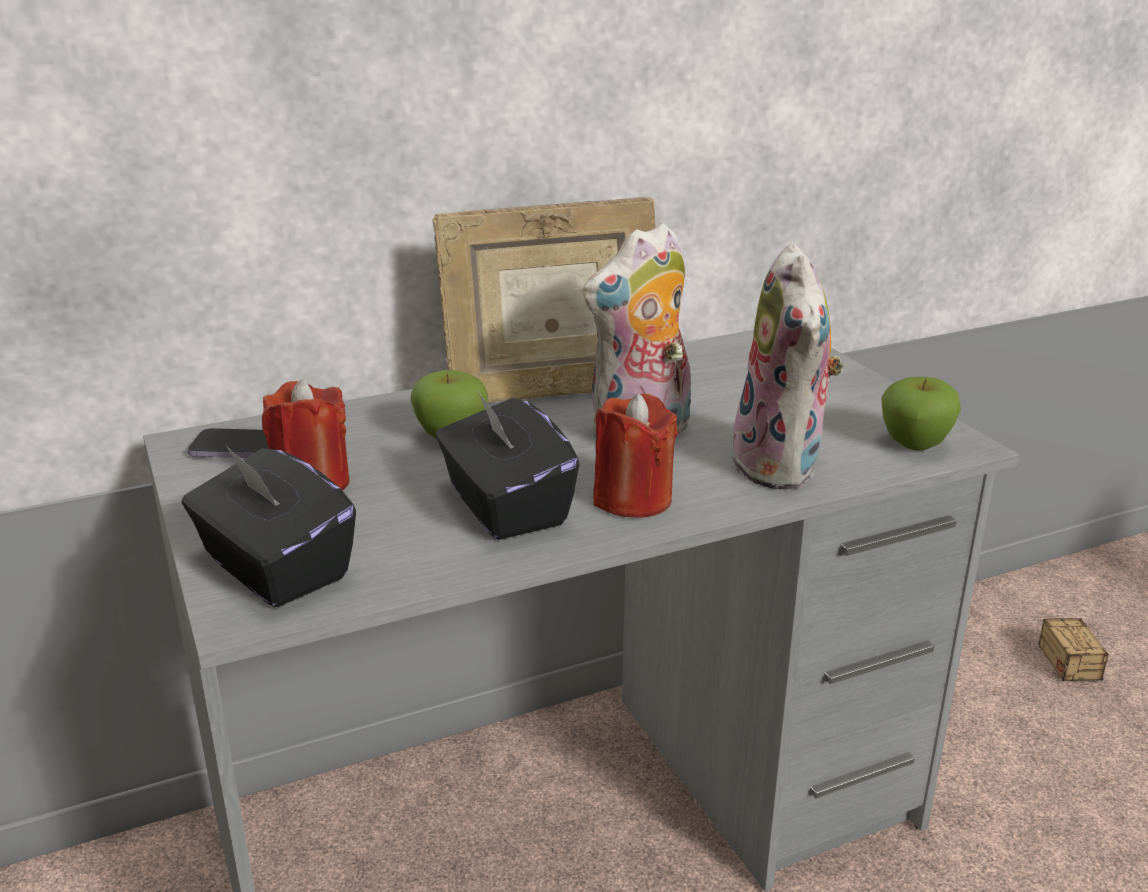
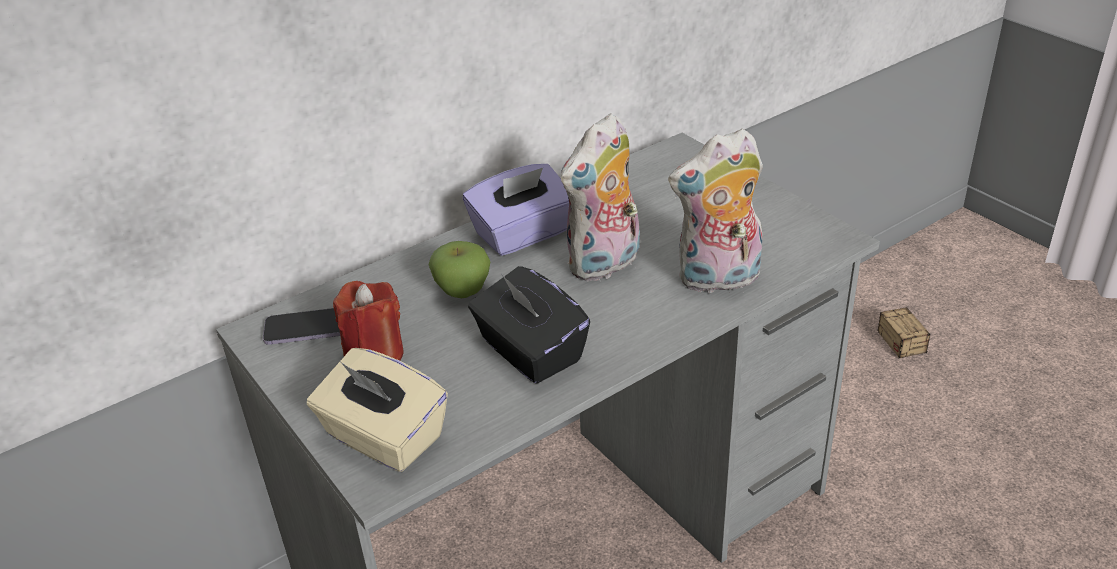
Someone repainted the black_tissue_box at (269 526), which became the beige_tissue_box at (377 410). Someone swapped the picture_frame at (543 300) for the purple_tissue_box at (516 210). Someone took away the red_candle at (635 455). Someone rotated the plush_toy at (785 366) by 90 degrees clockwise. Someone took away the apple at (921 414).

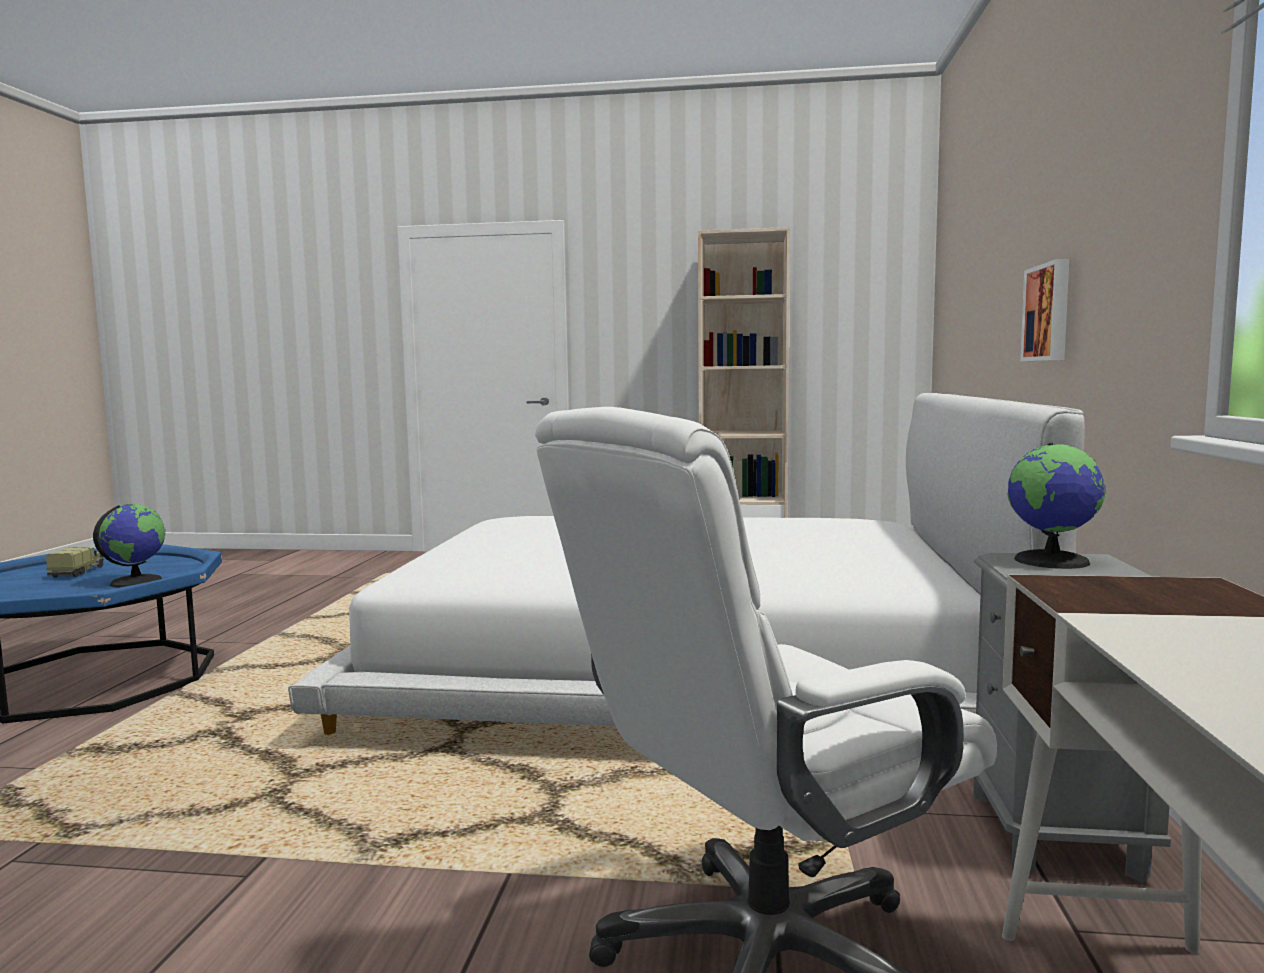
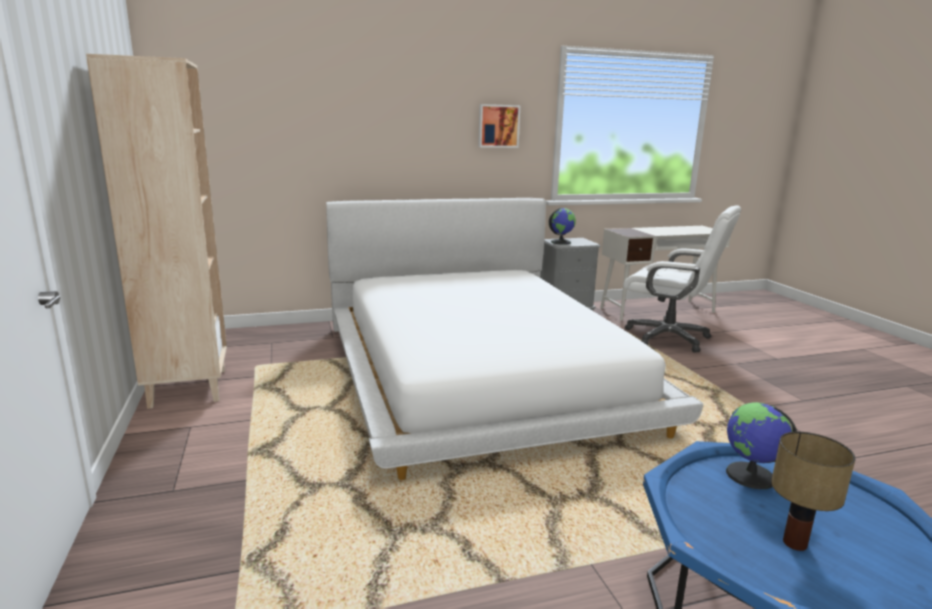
Someone swapped the toy_truck at (75 562) for the table_lamp at (813 491). Someone carried the picture from (1044 310) to (499 126).

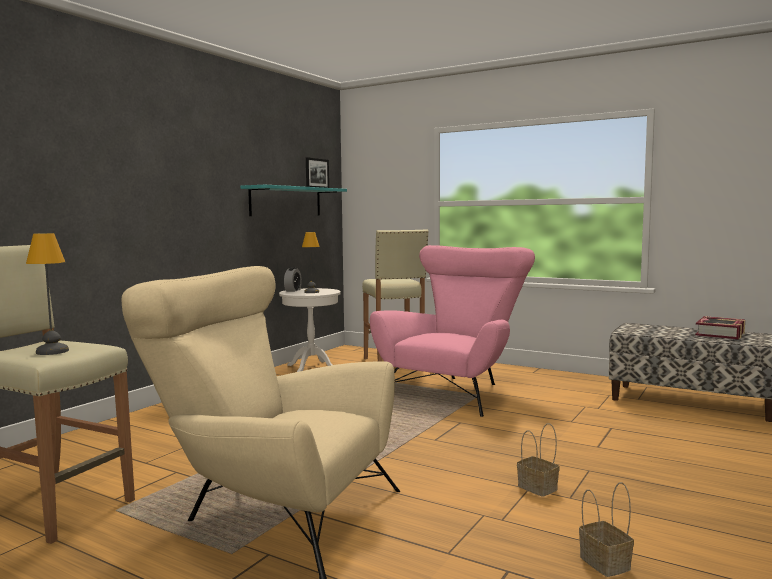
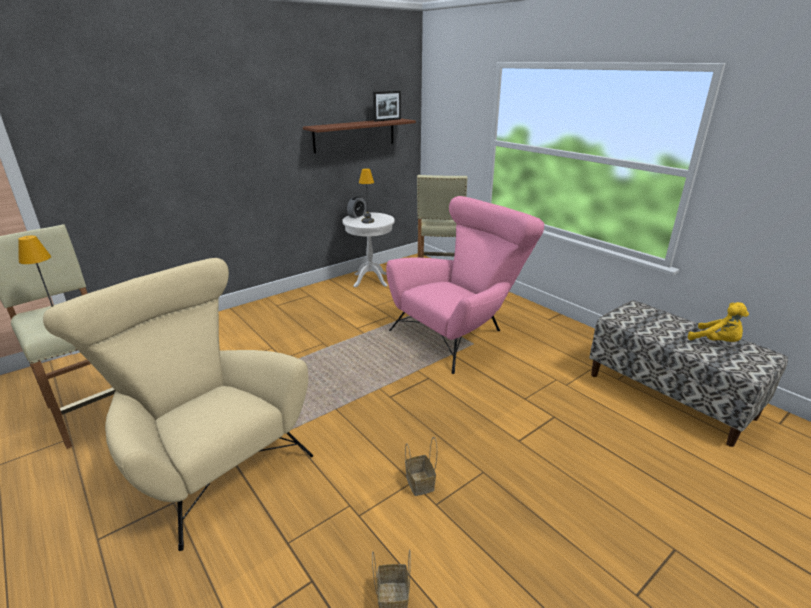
Someone repainted the turquoise_shelf at (293 200), which became the brown_shelf at (359 135). Someone swapped the book at (720 327) for the yellow_plush_toy at (718 322).

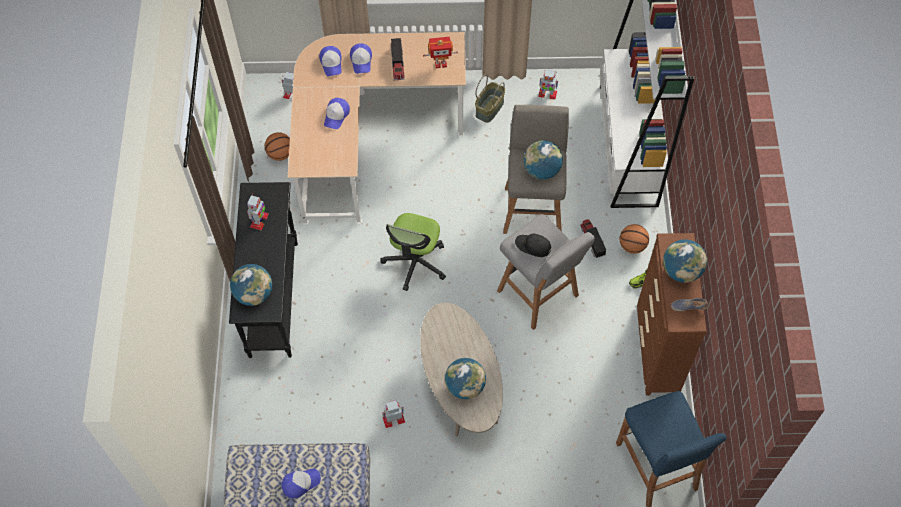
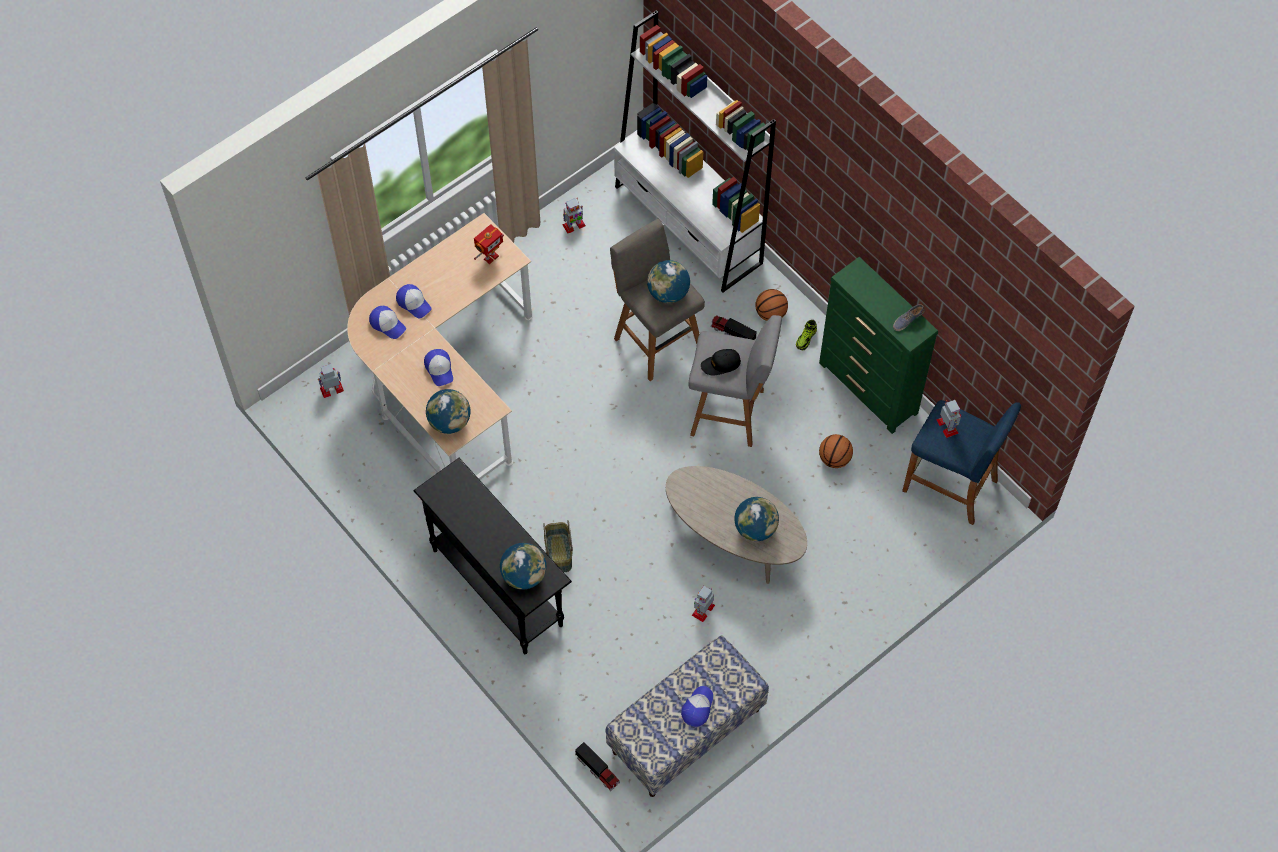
Someone carried the toy_robot from (258 211) to (948 419). Someone carried the basketball from (277 146) to (836 451). Someone took away the office_chair at (413 252). Someone carried the toy_truck from (398 59) to (597 766). Someone carried the basket from (490 98) to (558 546). Someone repainted the brown_dresser at (672 314), which became the green_dresser at (878 345). Someone carried the globe from (685 261) to (448 411).

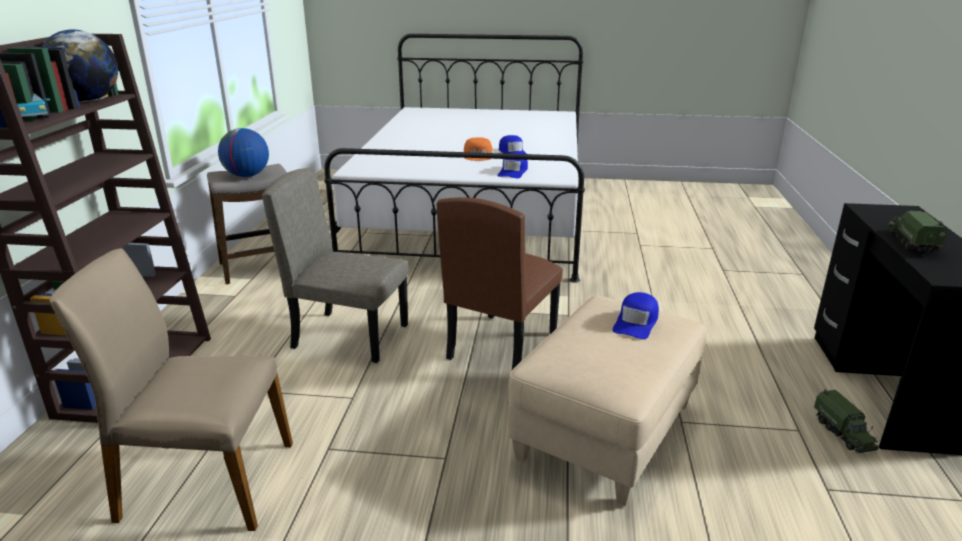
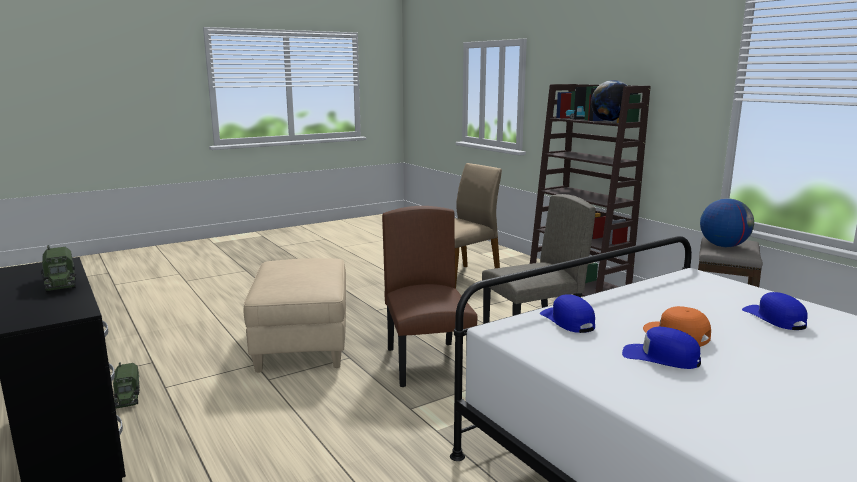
Someone carried the blue_cap from (636 315) to (775 311). Someone rotated the toy_truck at (846 421) by 150 degrees counterclockwise.

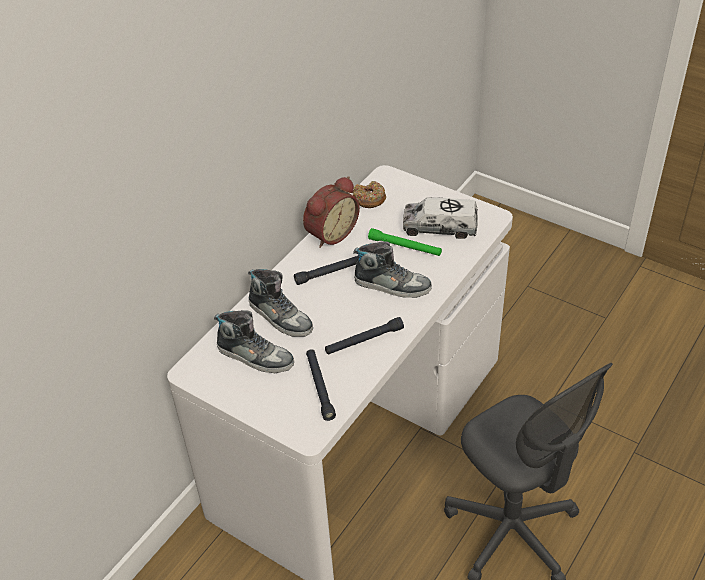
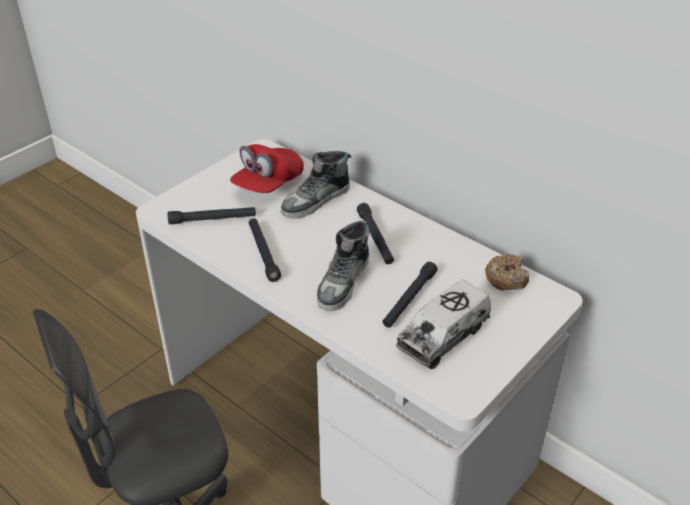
Someone swapped the shoe at (254 341) for the red_cap at (267 168). Someone took away the alarm_clock at (331 212). Someone repainted the green_flashlight at (405 242), which became the black_flashlight at (410 295). Someone rotated the toy_truck at (440 218) by 150 degrees counterclockwise.

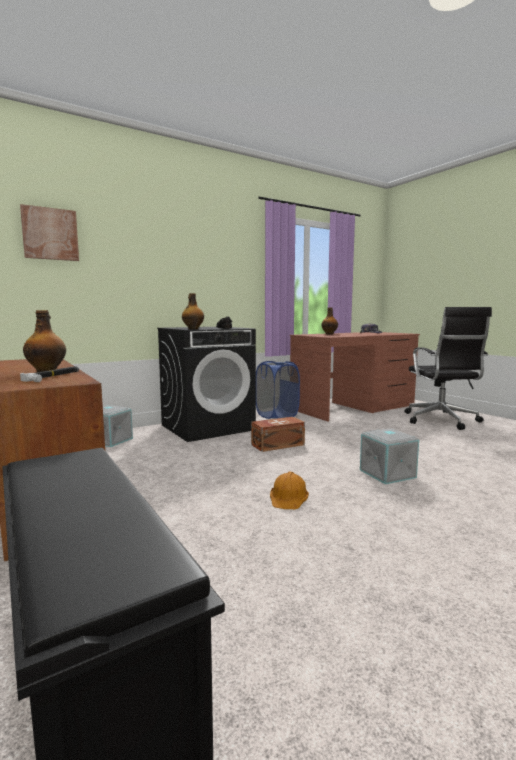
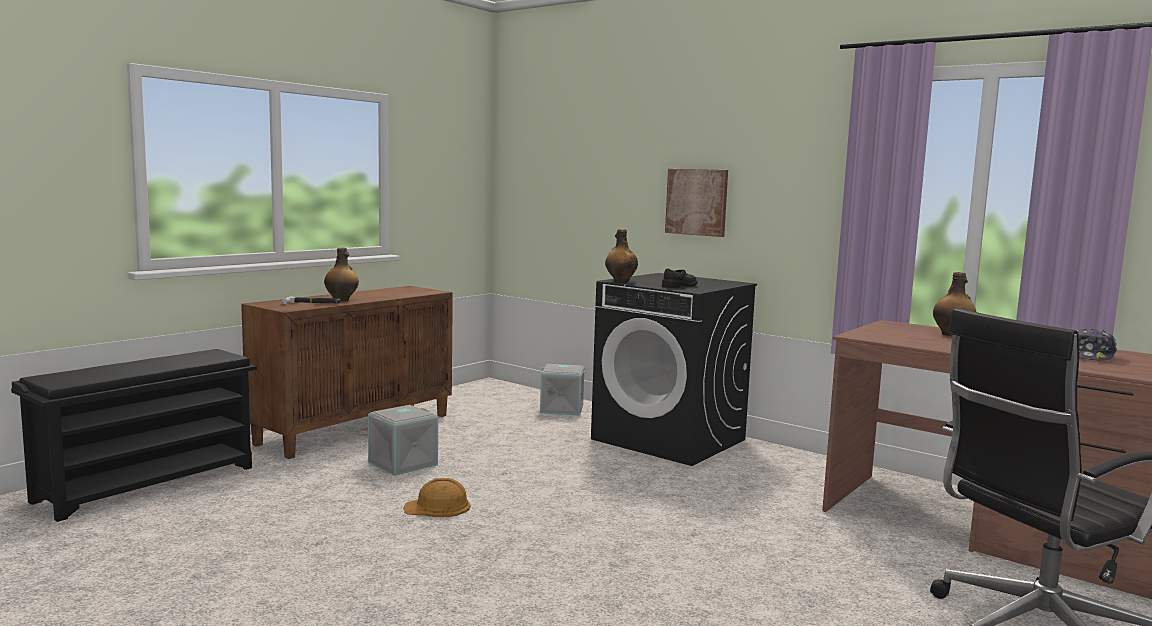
Someone carried the picture from (49 232) to (696 203). Someone took away the brown_storage_box at (278 434). Someone took away the blue_laundry_basket at (278 390). Someone carried the grey_storage_box from (389 456) to (403 440).

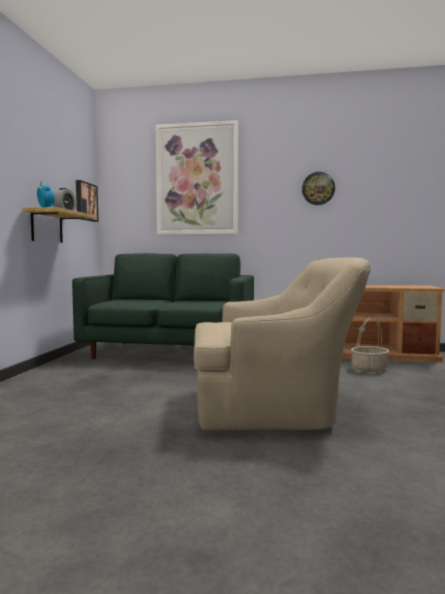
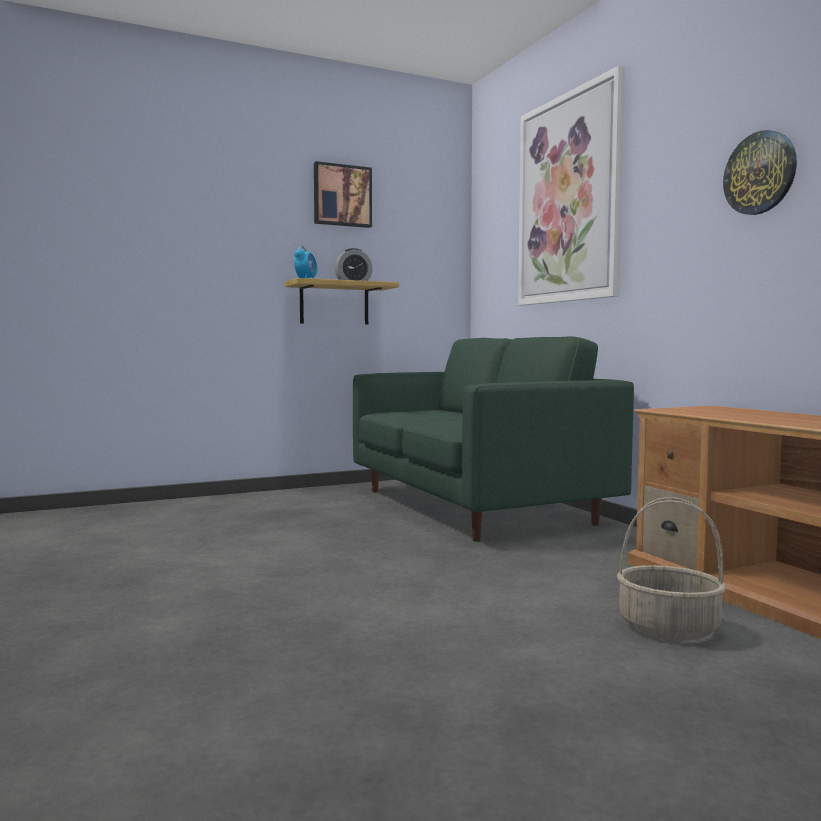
Someone carried the picture from (87 201) to (343 194). Someone took away the beige_armchair at (282 343).

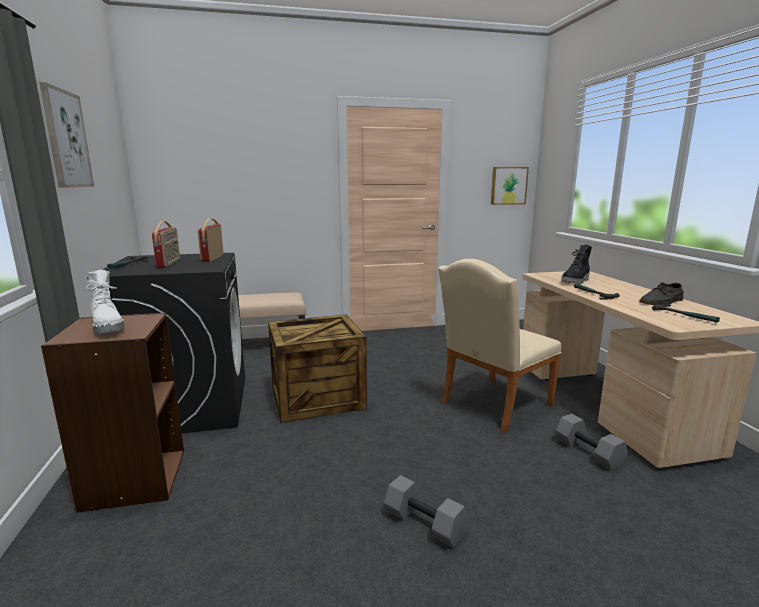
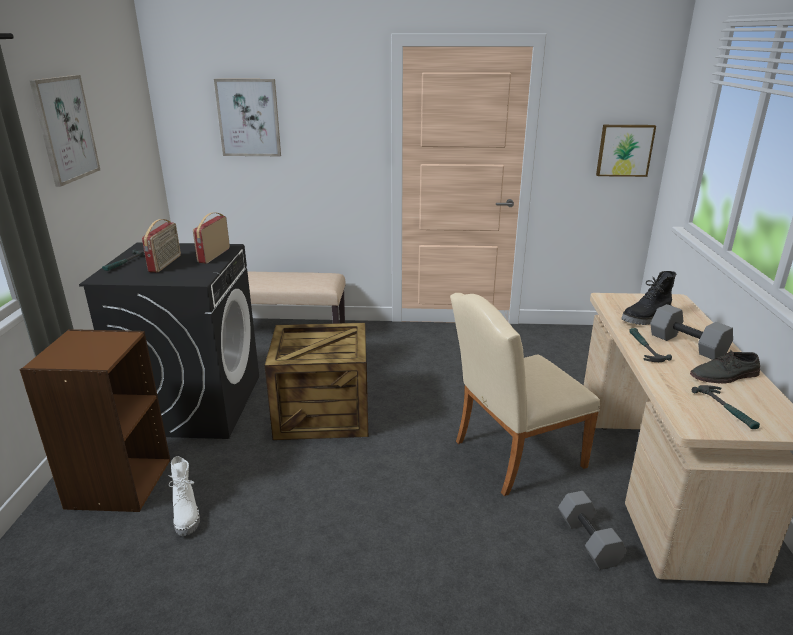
Someone carried the white_boot from (105 302) to (184 496). Someone carried the grey_dumbbell from (426 511) to (691 332). Someone put up the picture at (247 117).

